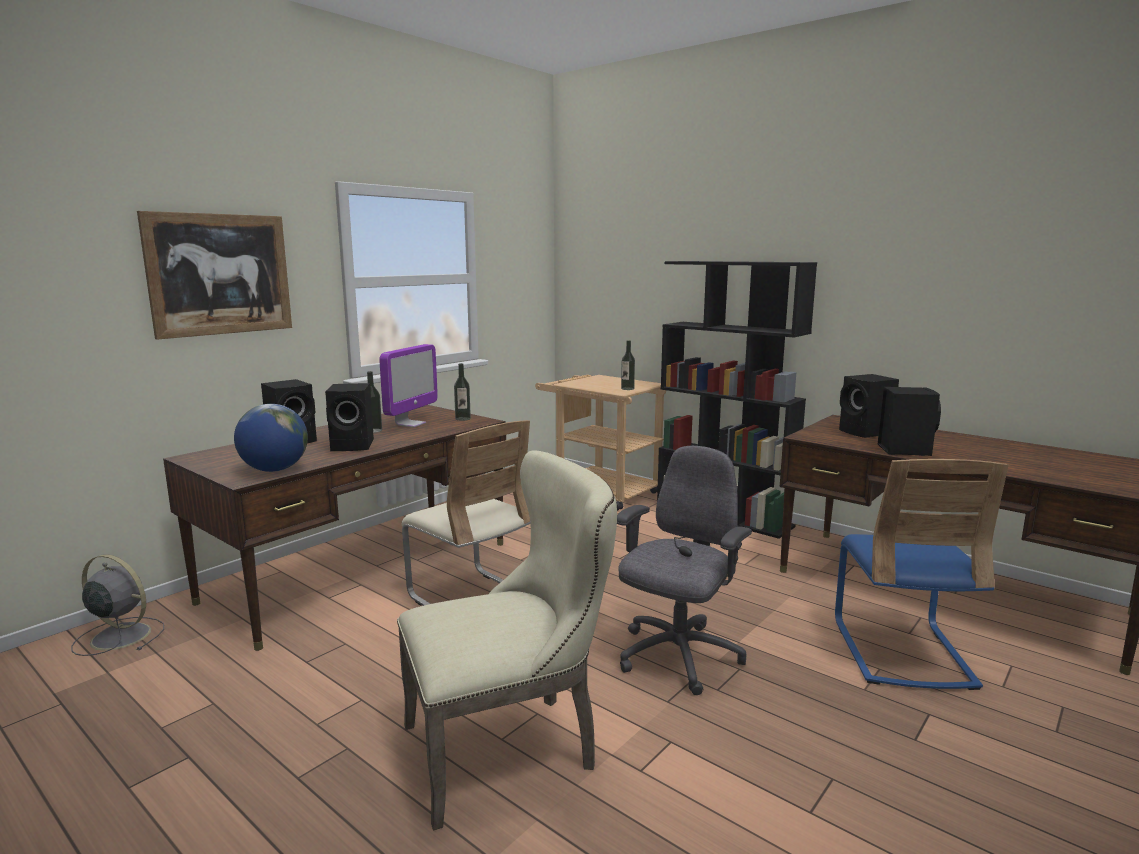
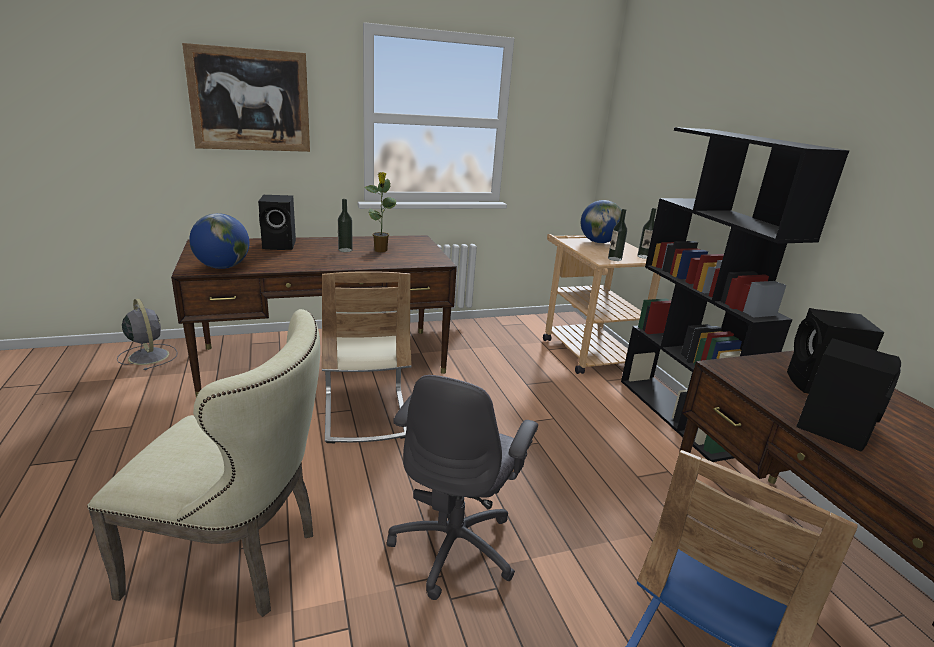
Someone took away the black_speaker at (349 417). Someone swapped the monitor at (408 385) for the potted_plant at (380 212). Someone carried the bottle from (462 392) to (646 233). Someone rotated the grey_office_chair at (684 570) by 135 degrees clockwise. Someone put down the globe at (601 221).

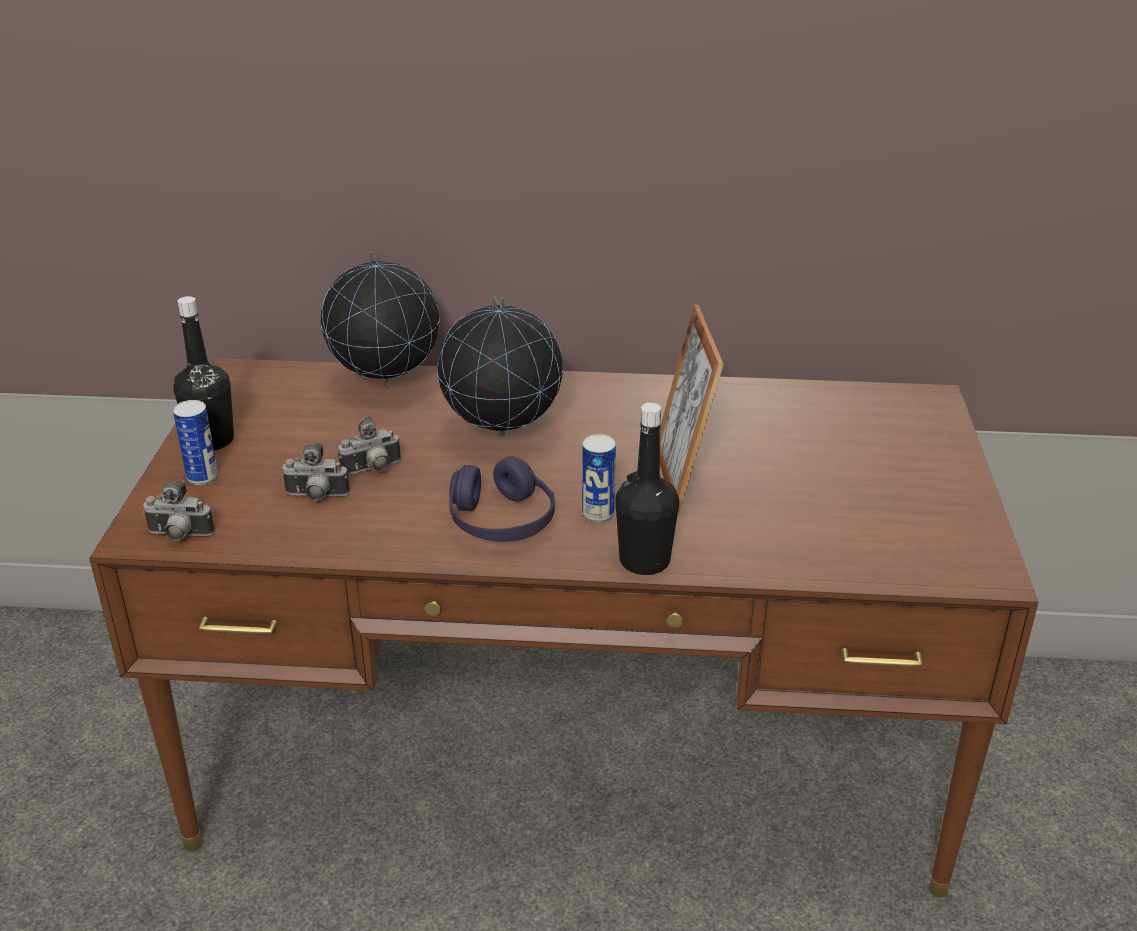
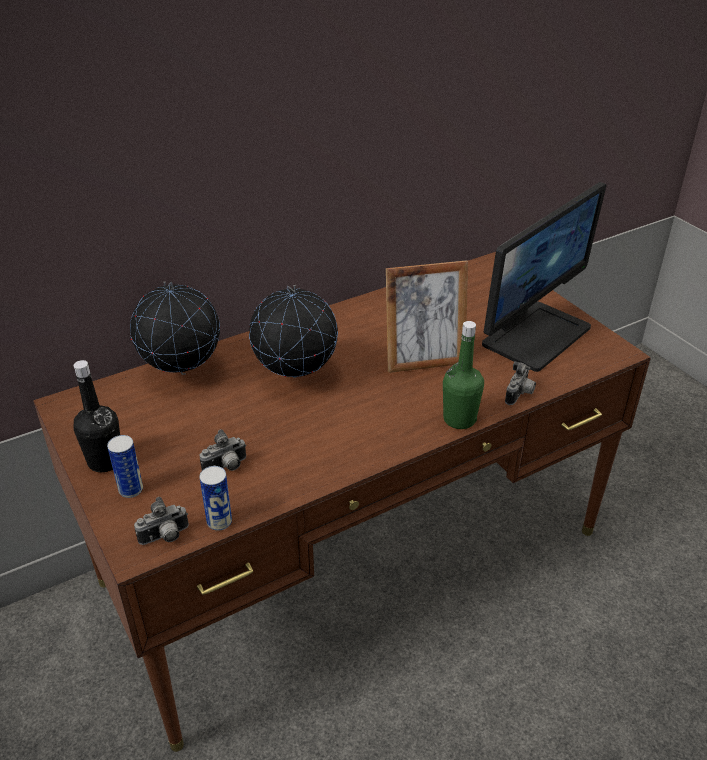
Someone carried the photo_camera from (369 445) to (520 383). Someone took away the purple_headphones at (502 499). Someone carried the can from (599 478) to (215 498). Someone repainted the black_bottle at (647 489), which became the green_bottle at (463 375). Someone rotated the picture_frame at (692 409) by 60 degrees counterclockwise. Someone put down the monitor at (544 277).

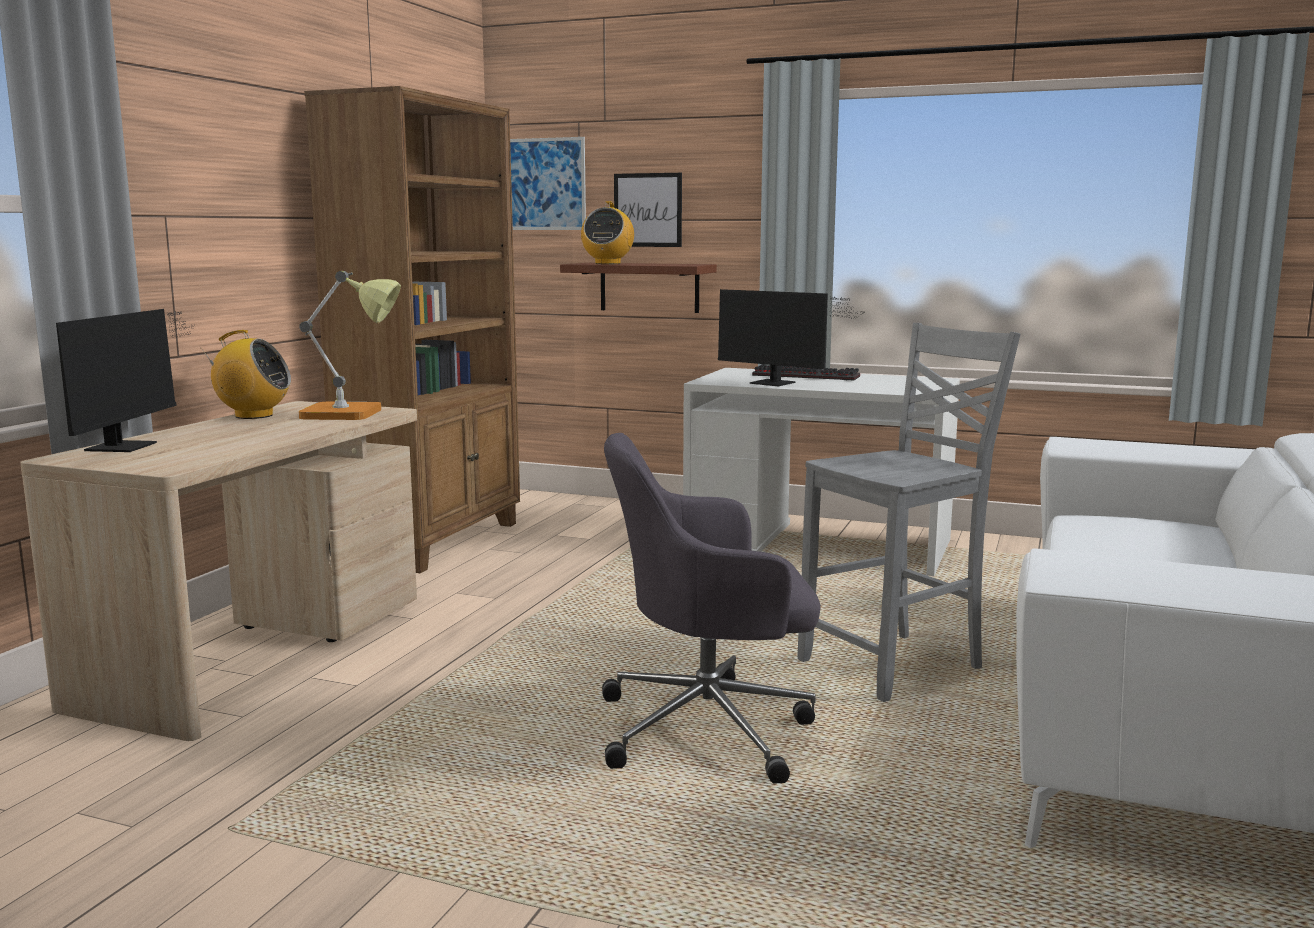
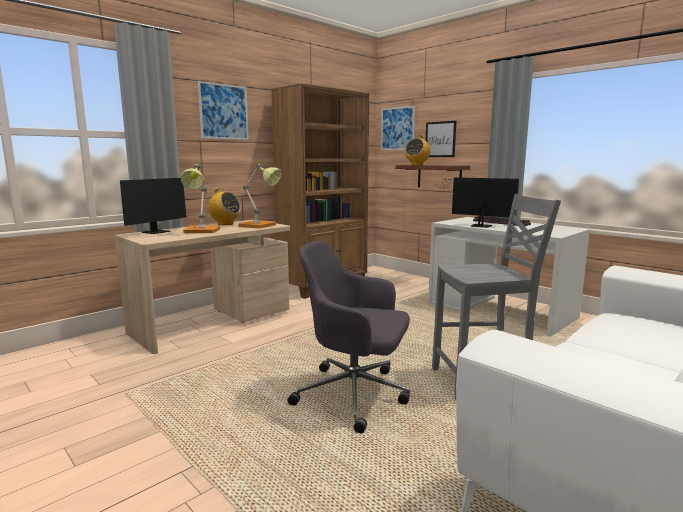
Someone rotated the monitor at (788 338) by 150 degrees clockwise. Someone put down the table_lamp at (200 198). Someone put up the picture at (223 110).

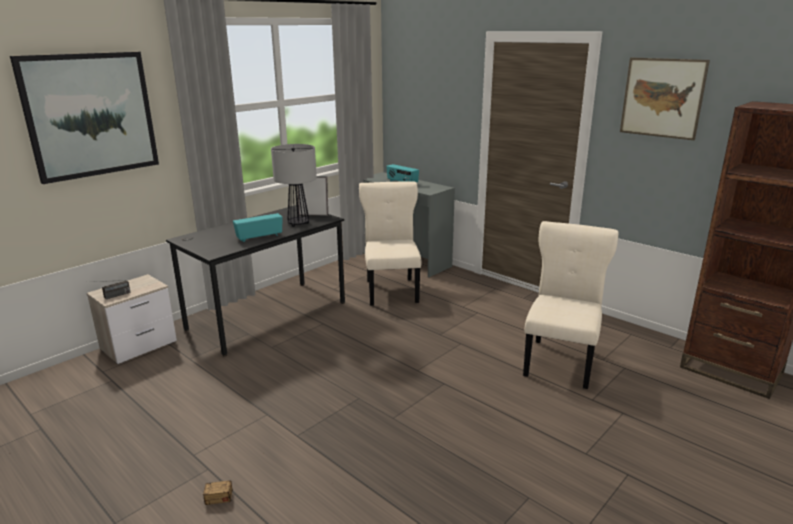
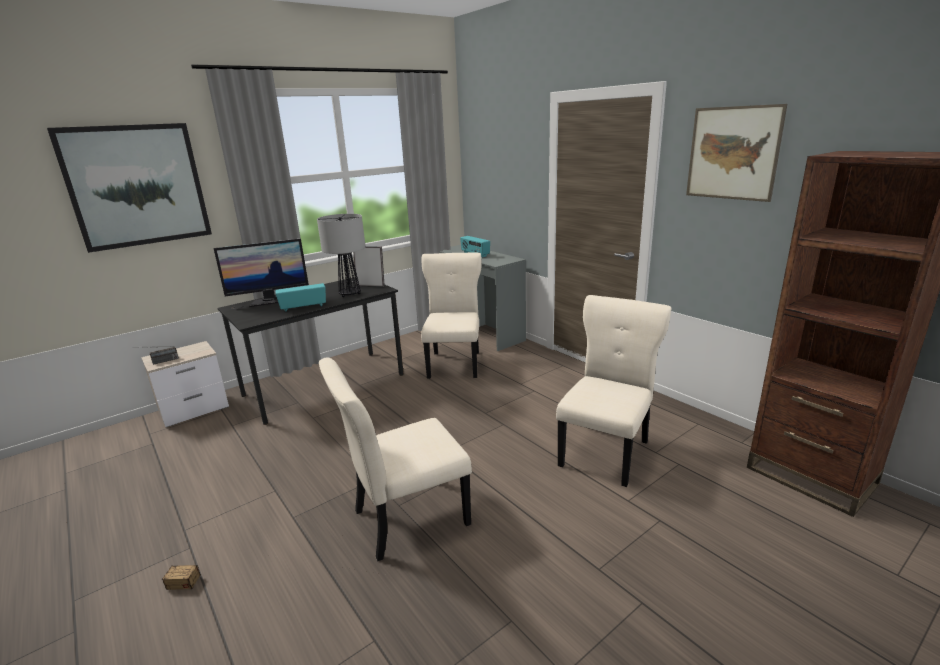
Someone put down the monitor at (261 273). Someone put down the beige_chair at (395 459).

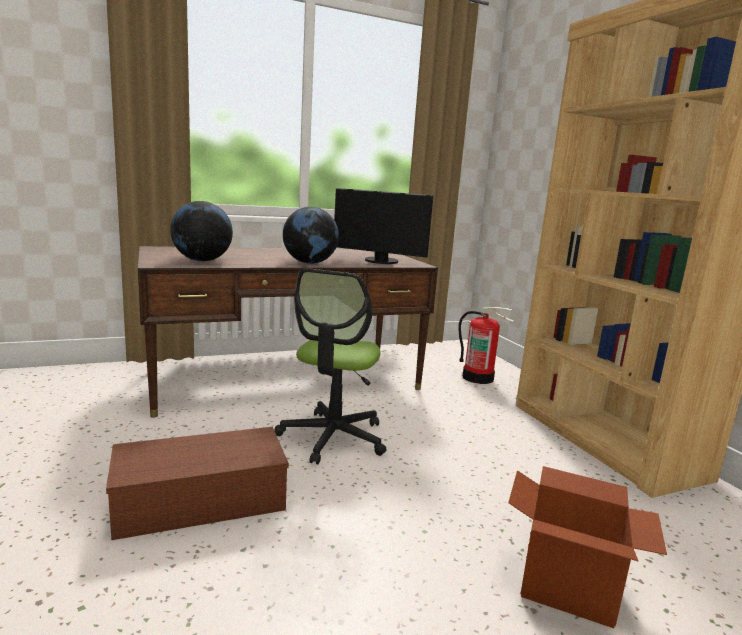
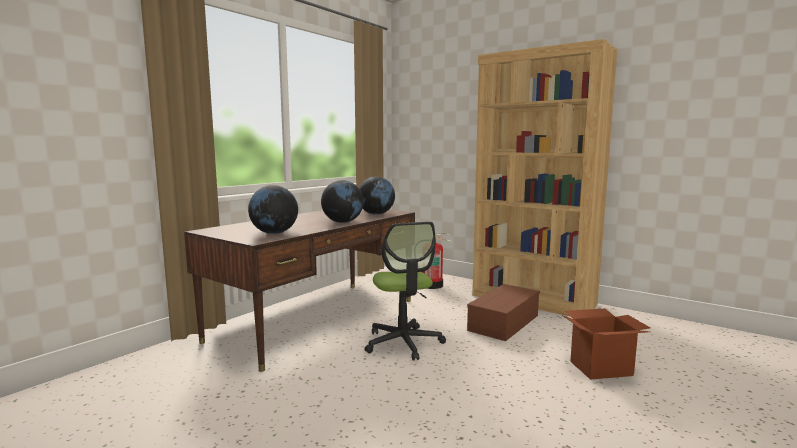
Someone carried the brown_storage_box from (197 483) to (503 312). Someone swapped the monitor at (383 226) for the globe at (377 195).

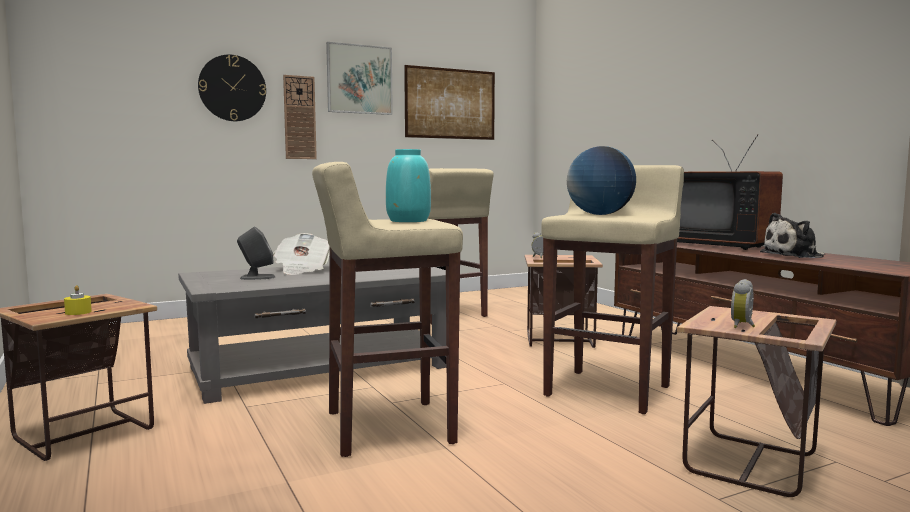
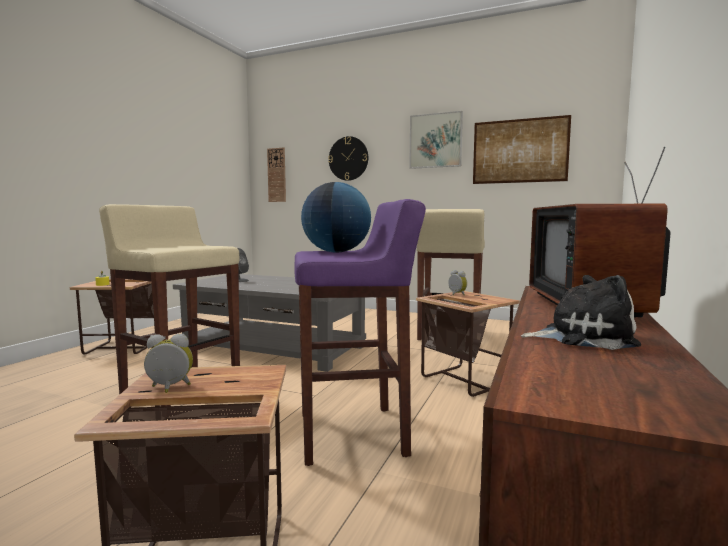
Someone took away the newspaper at (301 254). Someone carried the wall_clock from (300 117) to (276 174). Someone took away the turquoise_vase at (408 185). Someone repainted the beige_stool at (612 289), which became the purple_stool at (360 332). Someone rotated the plush_toy at (792 235) by 150 degrees clockwise.

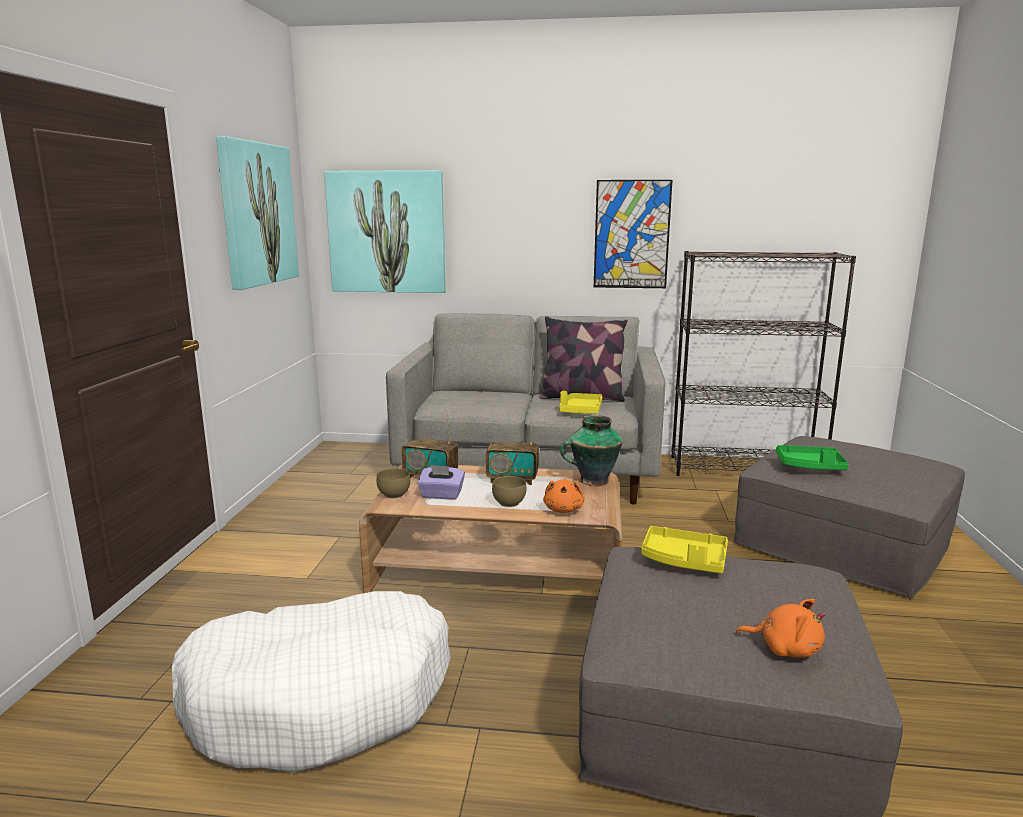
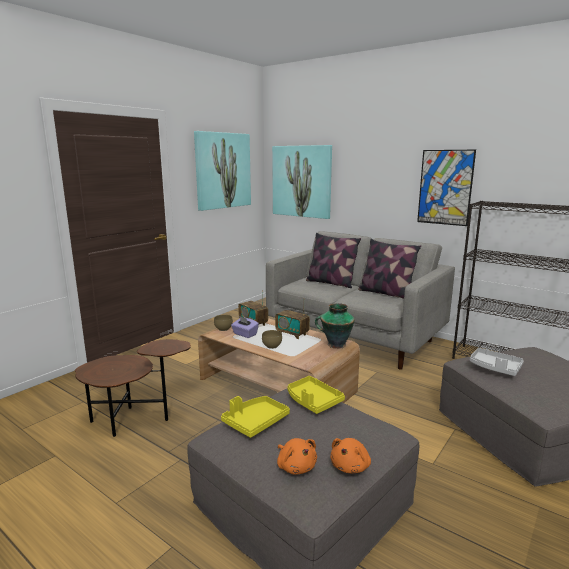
Someone swapped the white_dog_bed at (311 682) for the brown_side_table at (133 388). Someone carried the orange_plush_toy from (564 496) to (350 455). Someone carried the yellow_tray from (581 402) to (255 417). Someone repainted the green_tray at (812 457), which became the grey_tray at (497 362). Someone put down the pillow at (333 260).

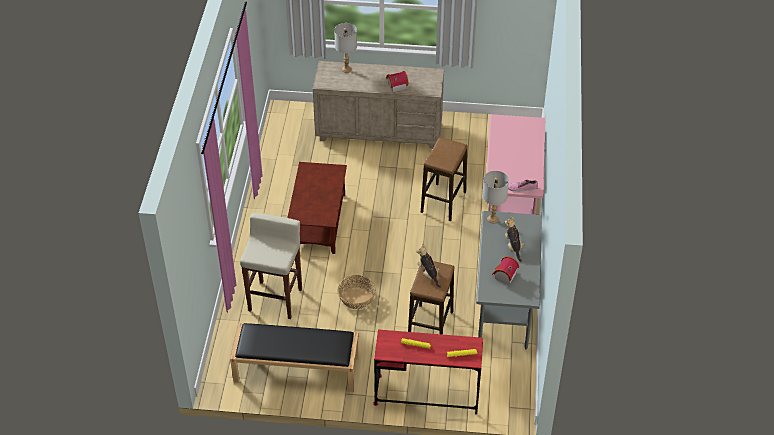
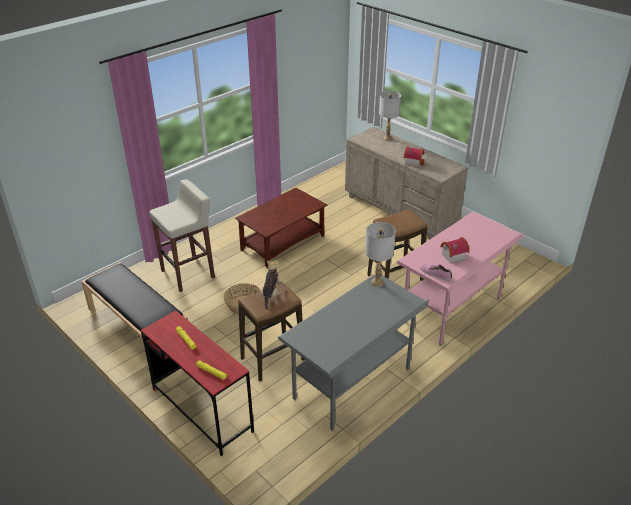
Someone carried the toy_house from (505 270) to (454 250). Someone took away the plush_toy at (514 239).

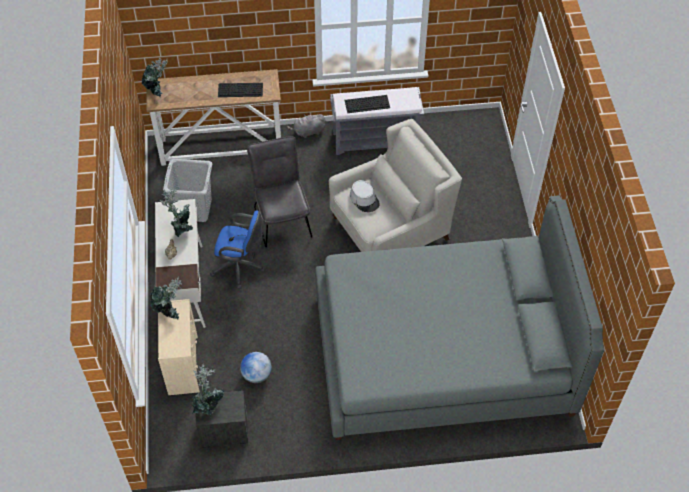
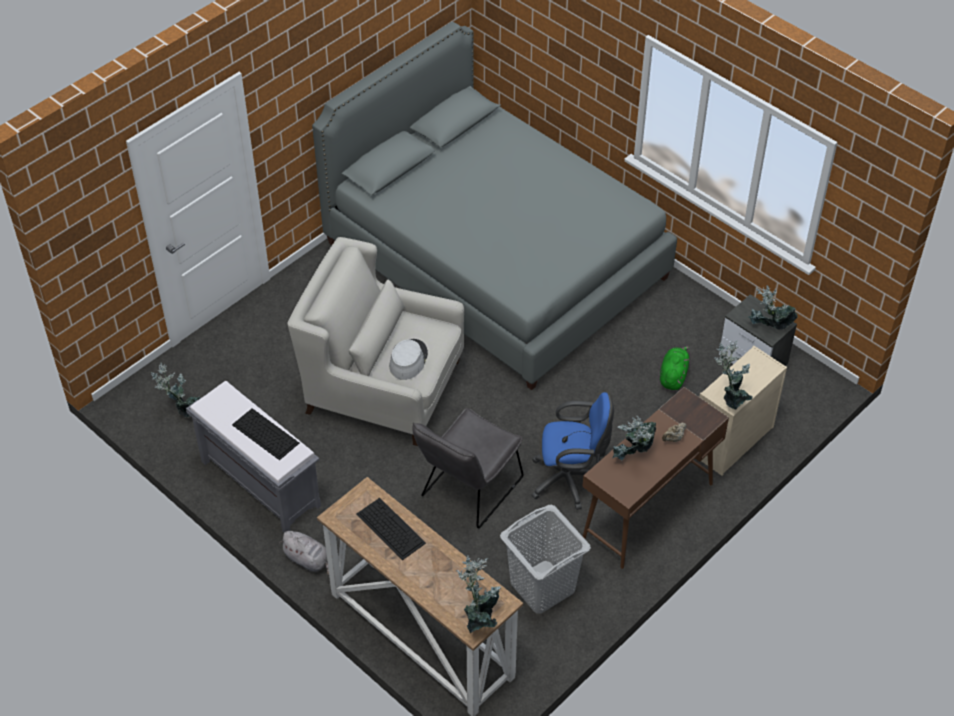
Someone repainted the white_desk at (180 263), which became the brown_desk at (655 478). Someone rotated the blue_office_chair at (237 250) by 120 degrees clockwise. Someone swapped the globe at (256 367) for the green_plush_toy at (674 368). Someone put down the potted_plant at (176 390).

